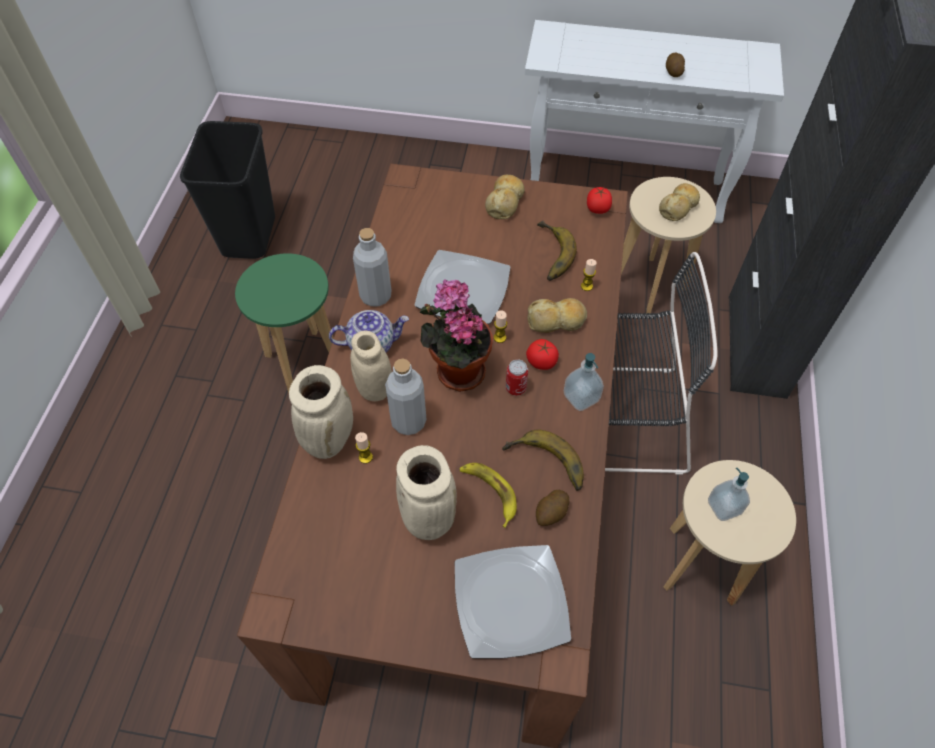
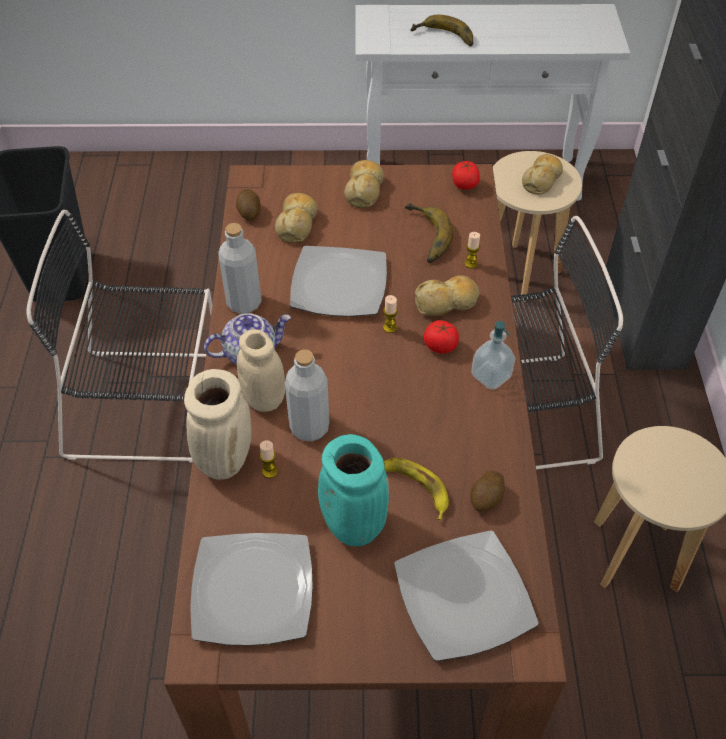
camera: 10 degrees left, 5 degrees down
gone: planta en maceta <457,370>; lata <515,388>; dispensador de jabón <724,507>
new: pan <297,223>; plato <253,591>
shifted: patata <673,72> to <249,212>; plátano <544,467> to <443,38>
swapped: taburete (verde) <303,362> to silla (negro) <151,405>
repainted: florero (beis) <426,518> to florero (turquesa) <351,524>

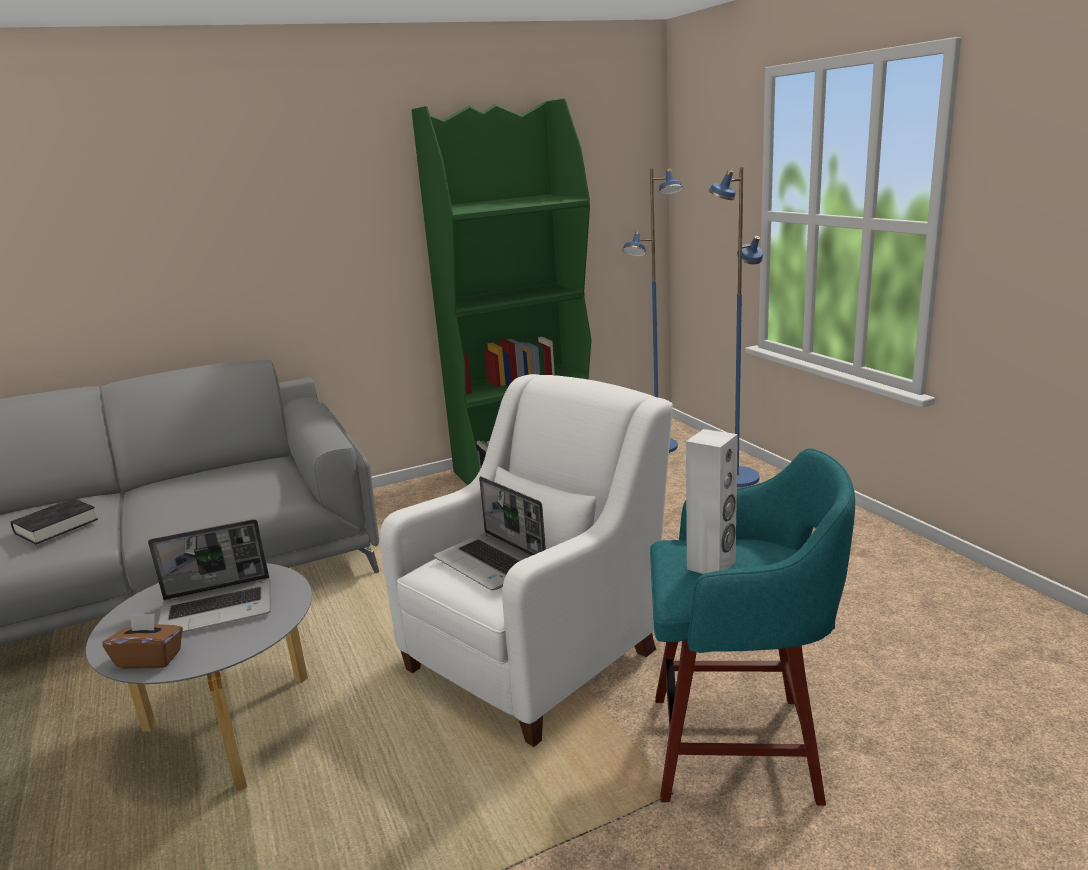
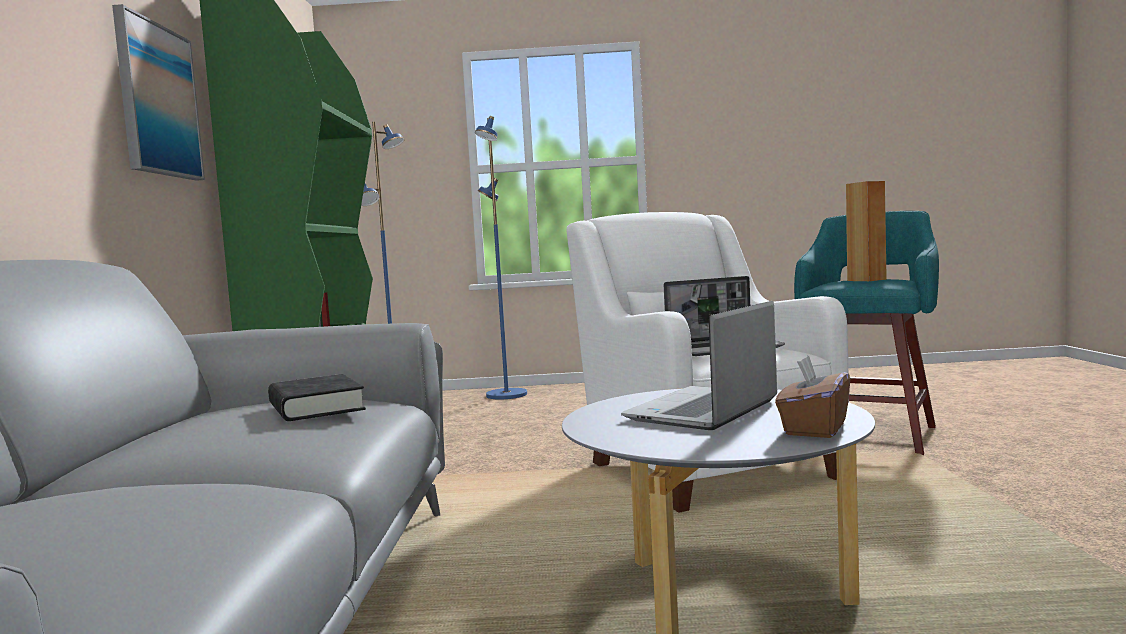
camera: 65 degrees left, 15 degrees down
new: cuadro <157,100>
shifted: libro (negro) <56,526> to <316,407>
repainted: altavoz (blanco) <712,565> to altavoz (marrón) <867,280>
rotated: portátil <218,608> = <703,411> 150 degrees counterclockwise

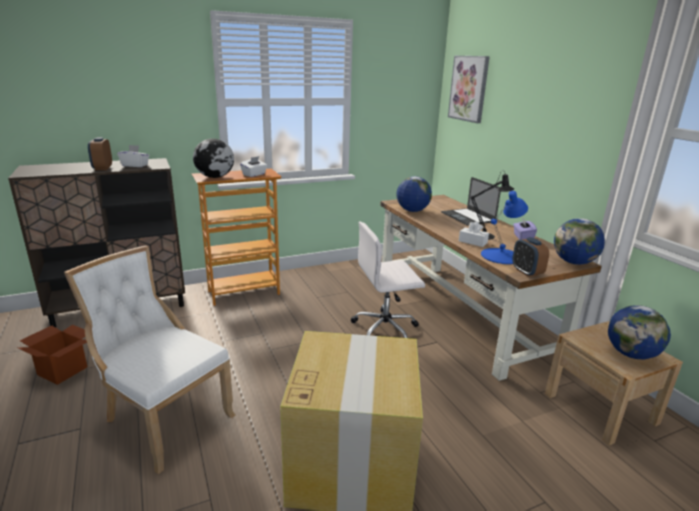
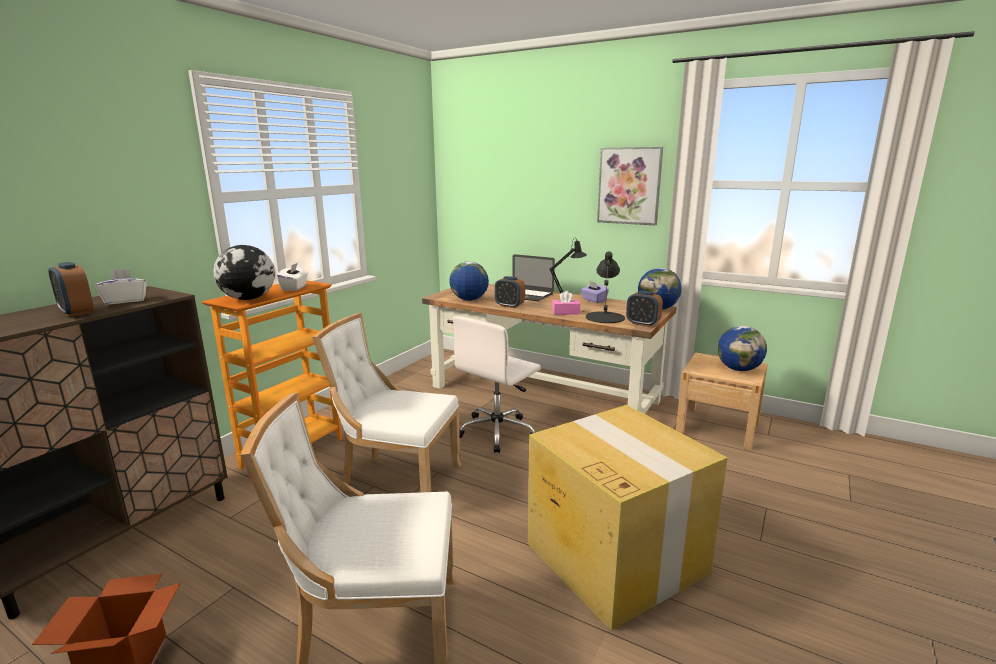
camera: 35 degrees left, 5 degrees down
new: despertador <509,306>; silla (blanco) <397,480>
shifted: cuadro <468,88> to <629,186>
repainted: lámpara de mesa (azul) <501,256> to lámpara de mesa (negro) <605,317>; caja de pañuelos (blanco) <472,242> to caja de pañuelos (rosa) <566,312>

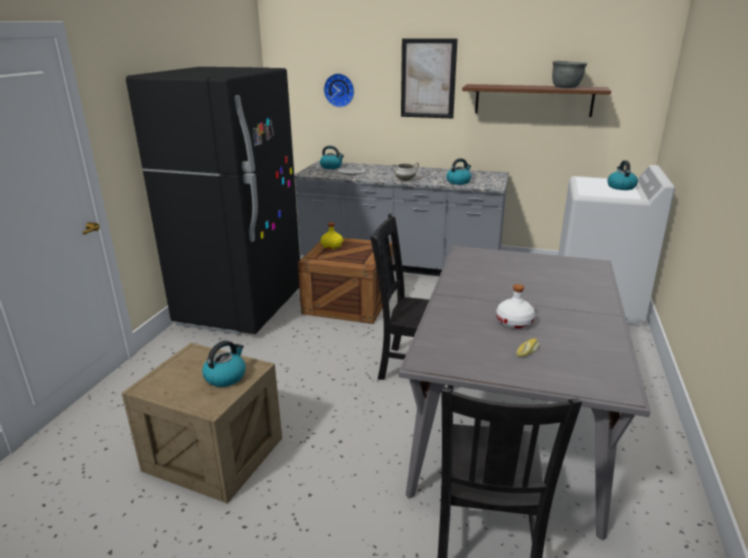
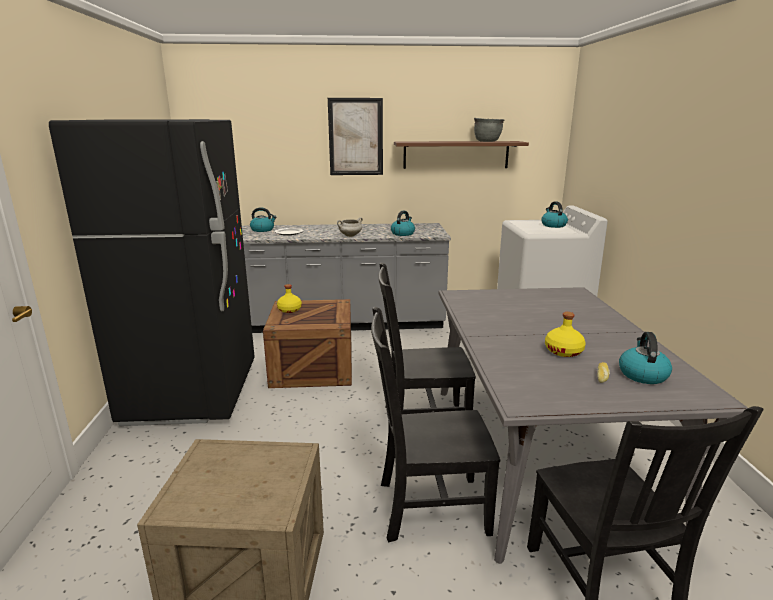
camera: 20 degrees left, 5 degrees down
gone: reloj de pared <339,90>
new: silla (negro) <428,507>
shifted: hervidor <226,376> to <642,374>
repainted: botella (blanco) <514,322> to botella (amarillo) <563,351>

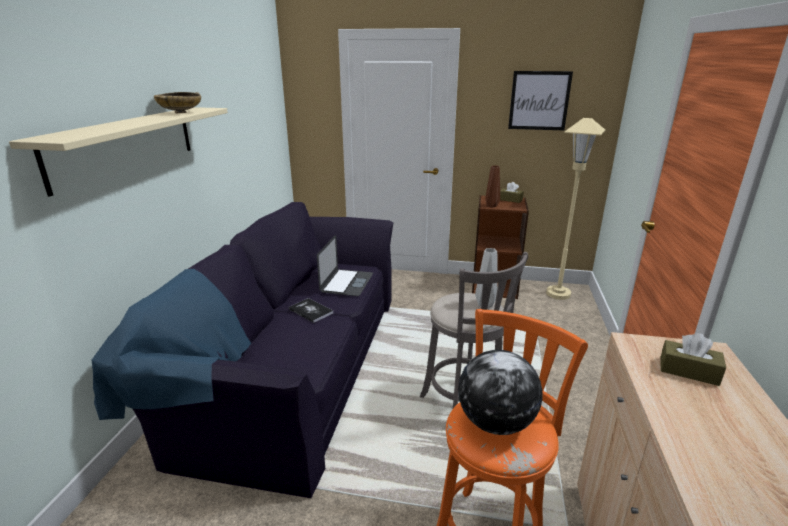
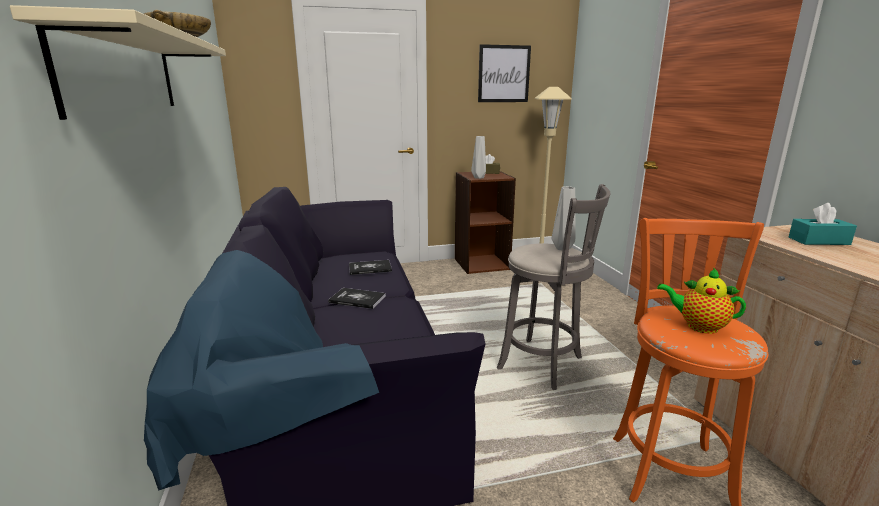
camera: 25 degrees left, 5 degrees down
swapped: portátil <346,282> to libro <370,268>; globo terráqueo <496,423> to tetera <698,326>
repainted: florero (marrón) <492,206> to florero (gris) <479,178>; caja de pañuelos (marrón) <688,371> to caja de pañuelos (turquesa) <818,241>

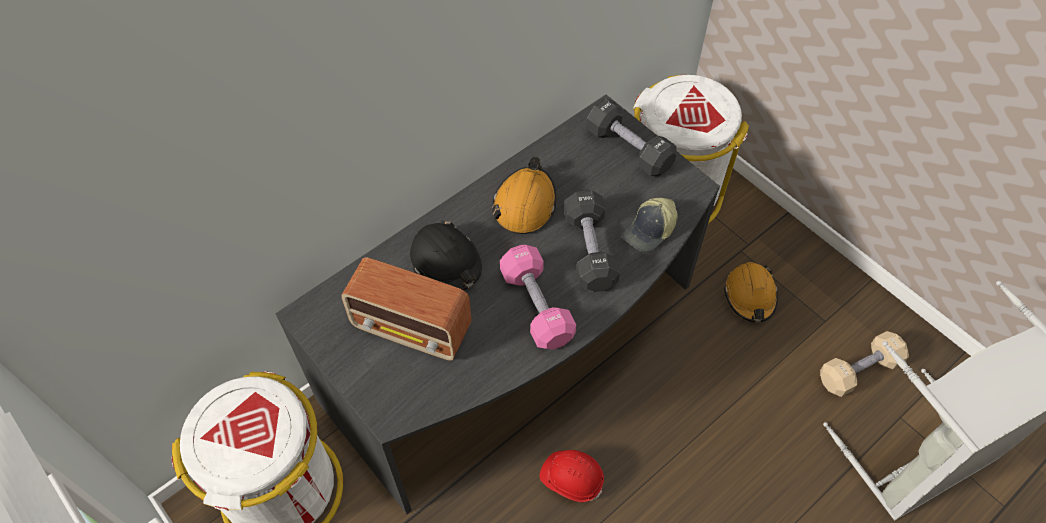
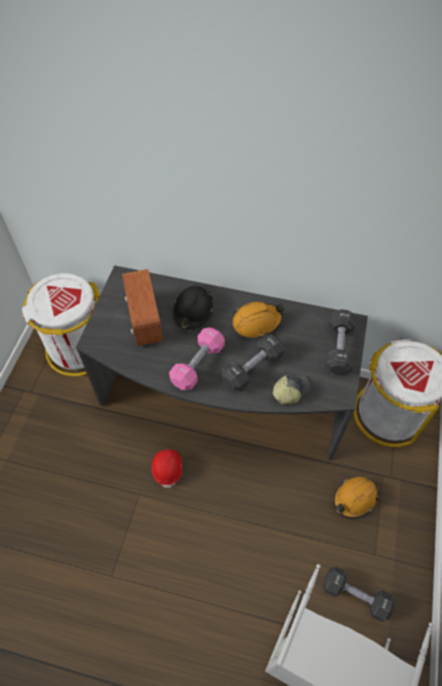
camera: 55 degrees right, 0 degrees up
repainted: mancuerna (beis) <859,370> to mancuerna (negro) <355,595>
rotated: gorra <650,231> = <290,390> 135 degrees clockwise

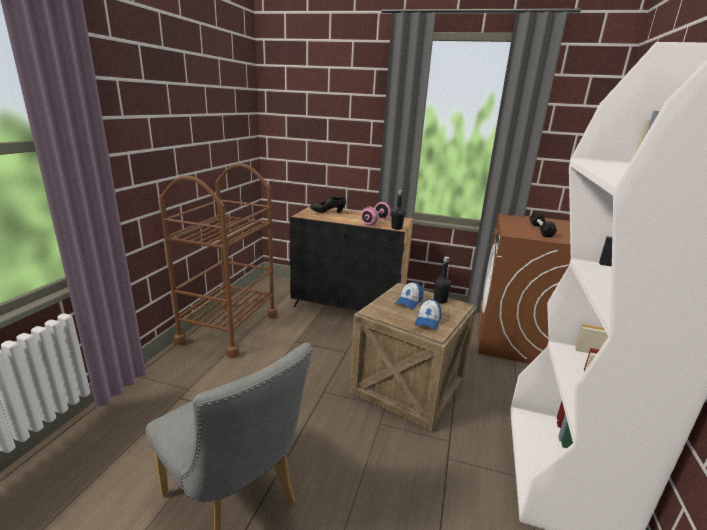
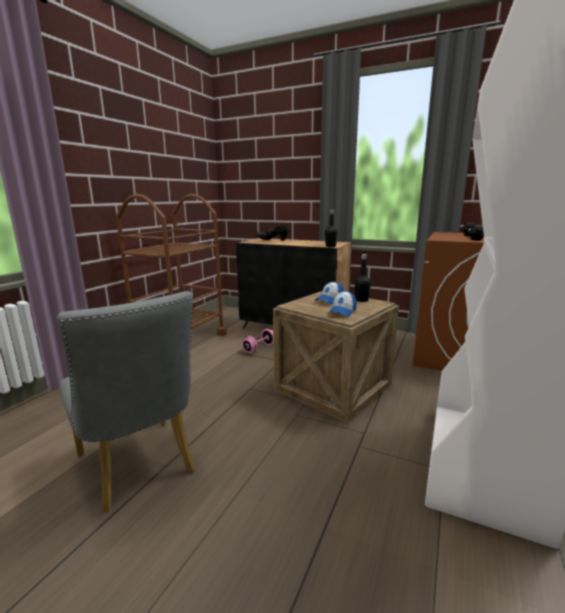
camera: 10 degrees right, 5 degrees down
shifted: mancuerna (rosa) <375,222> to <259,348>

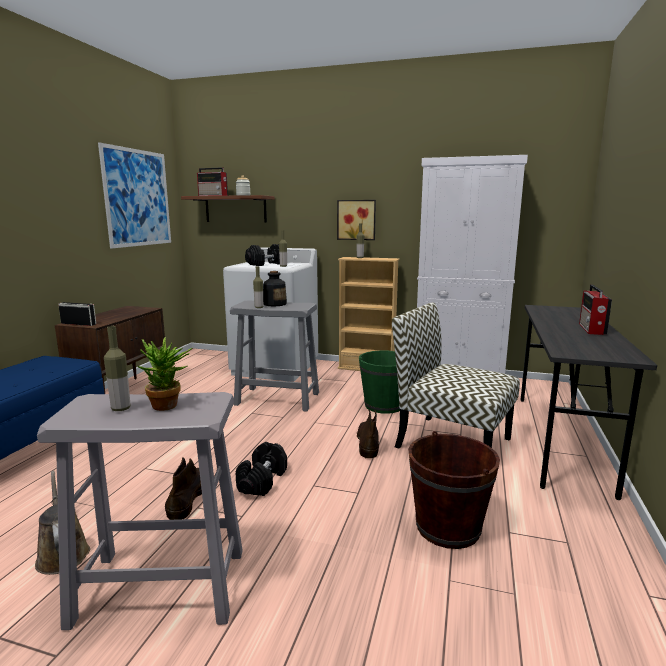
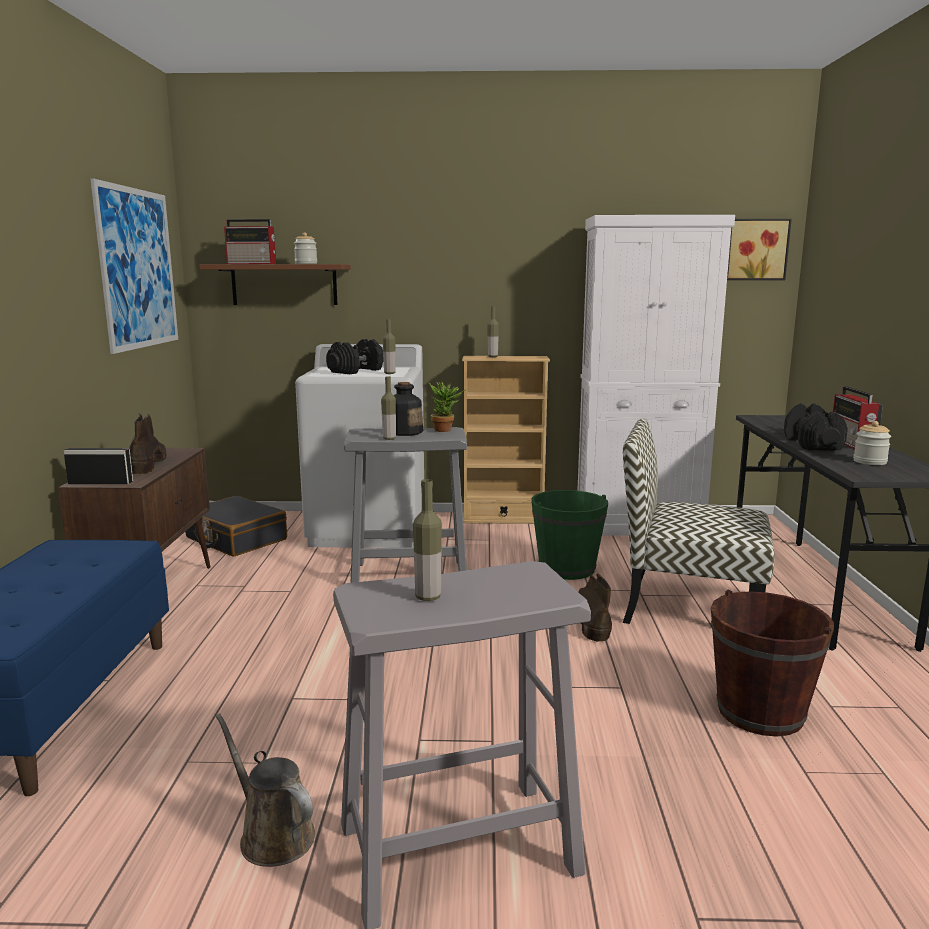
camera: 15 degrees left, 0 degrees up
new: tarro <869,462>; maleta (negro) <235,539>
shifted: cuadro <356,220> to <756,249>; planta en maceta <169,407> to <446,430>; mancuerna (negro) <262,480> to <812,444>; bota (marrón) <190,496> to <147,464>

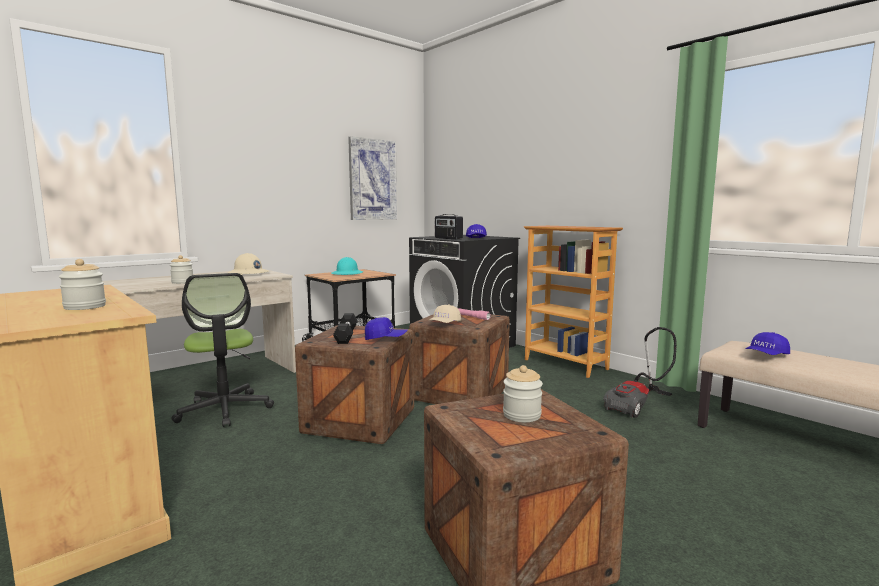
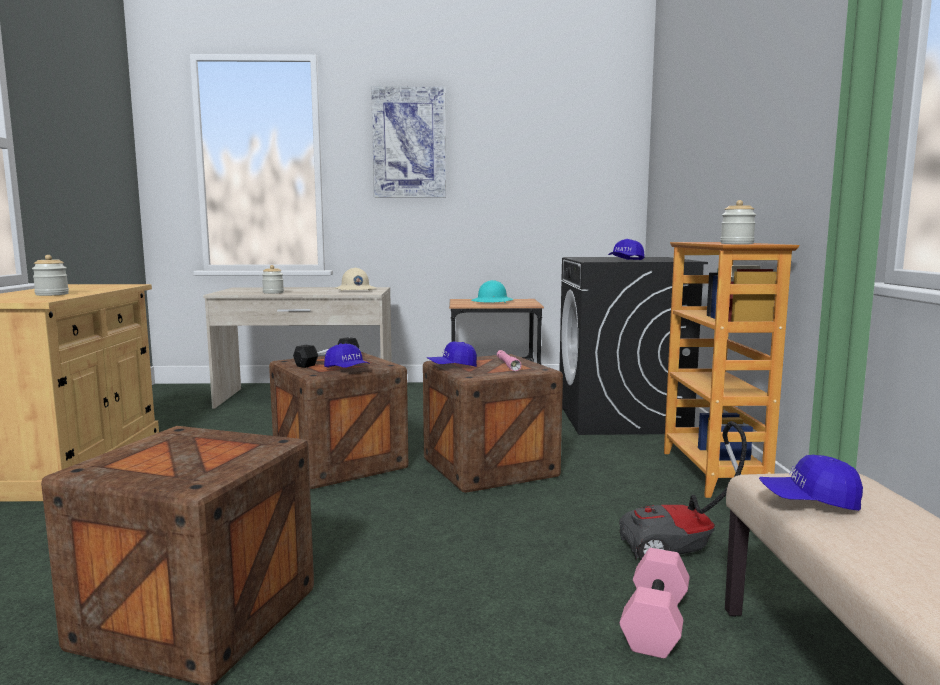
camera: 40 degrees right, 0 degrees up
gone: radio <448,238>; silla de oficina <224,410>
new: mancuerna (rosa) <657,623>
shifted: cuadro <372,180> to <409,143>; tarro <521,415> to <736,244>
repainted: gorra (beis) <444,324> to gorra (azul) <452,367>

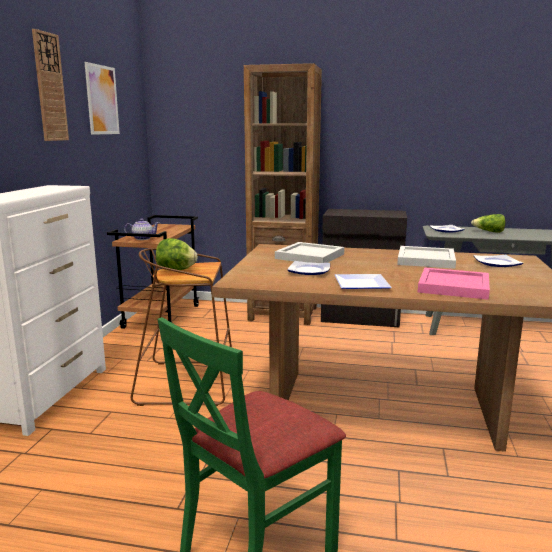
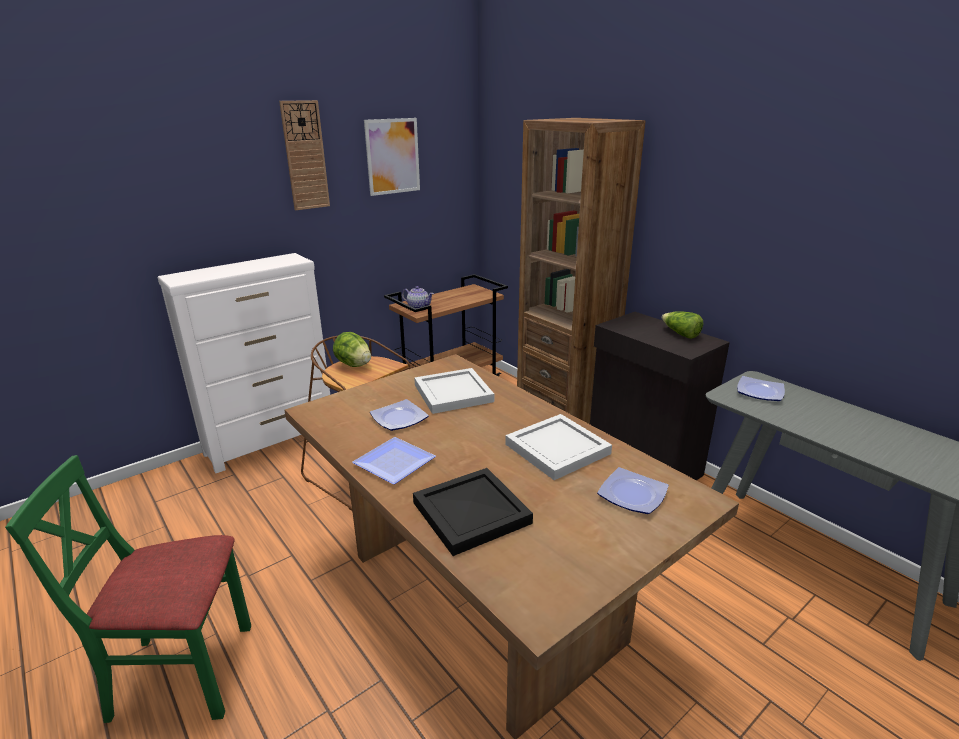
camera: 40 degrees right, 10 degrees up
shifted: lechuga <489,232> to <680,334>
repainted: bandeja (rosa) <452,287> to bandeja (negro) <469,512>

